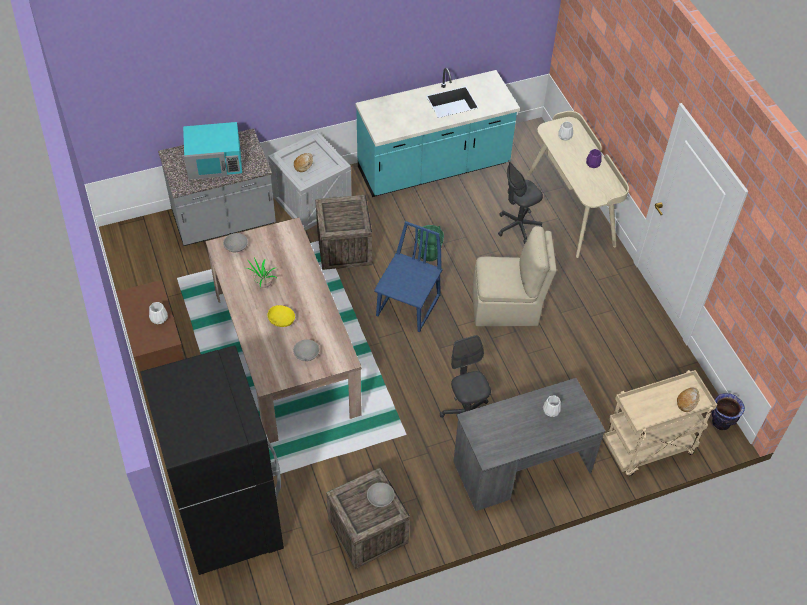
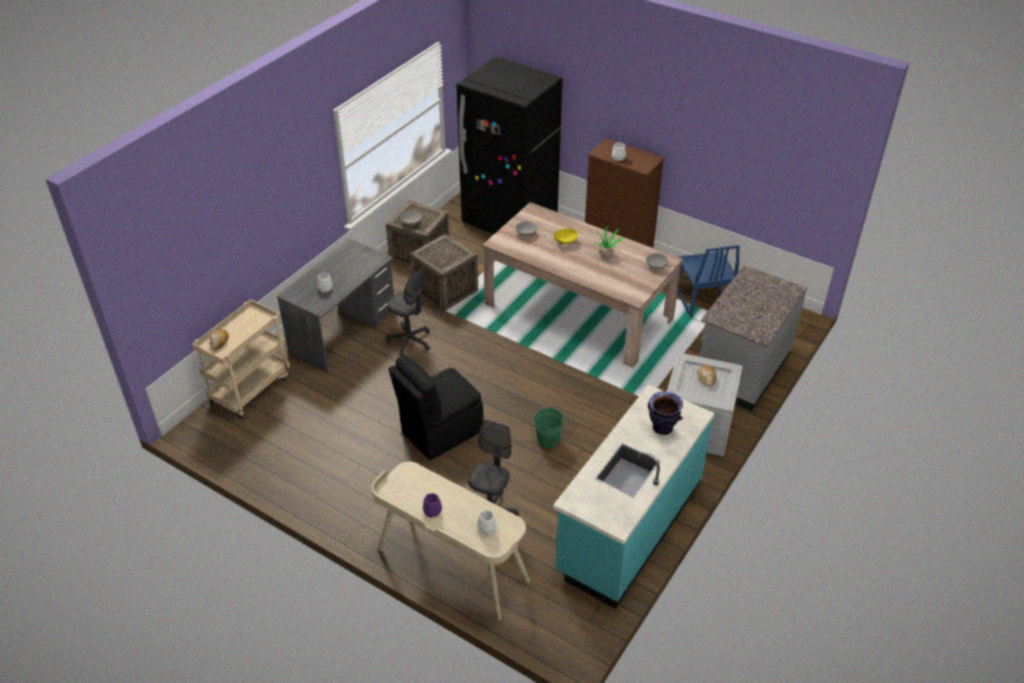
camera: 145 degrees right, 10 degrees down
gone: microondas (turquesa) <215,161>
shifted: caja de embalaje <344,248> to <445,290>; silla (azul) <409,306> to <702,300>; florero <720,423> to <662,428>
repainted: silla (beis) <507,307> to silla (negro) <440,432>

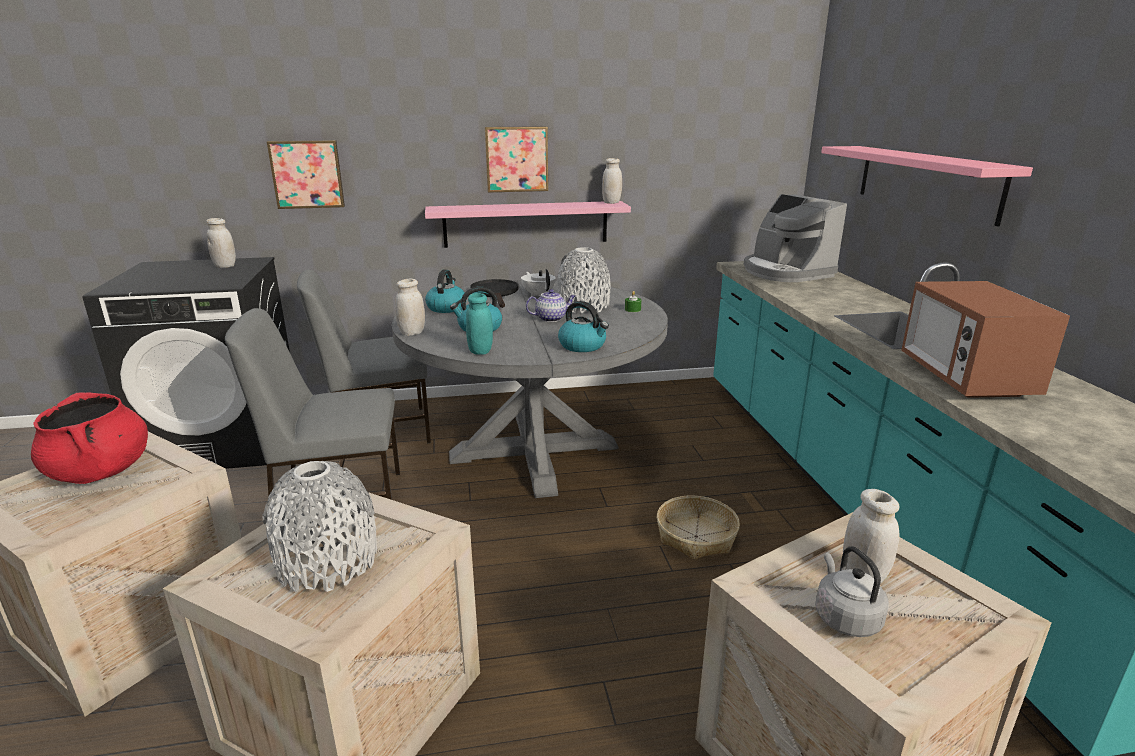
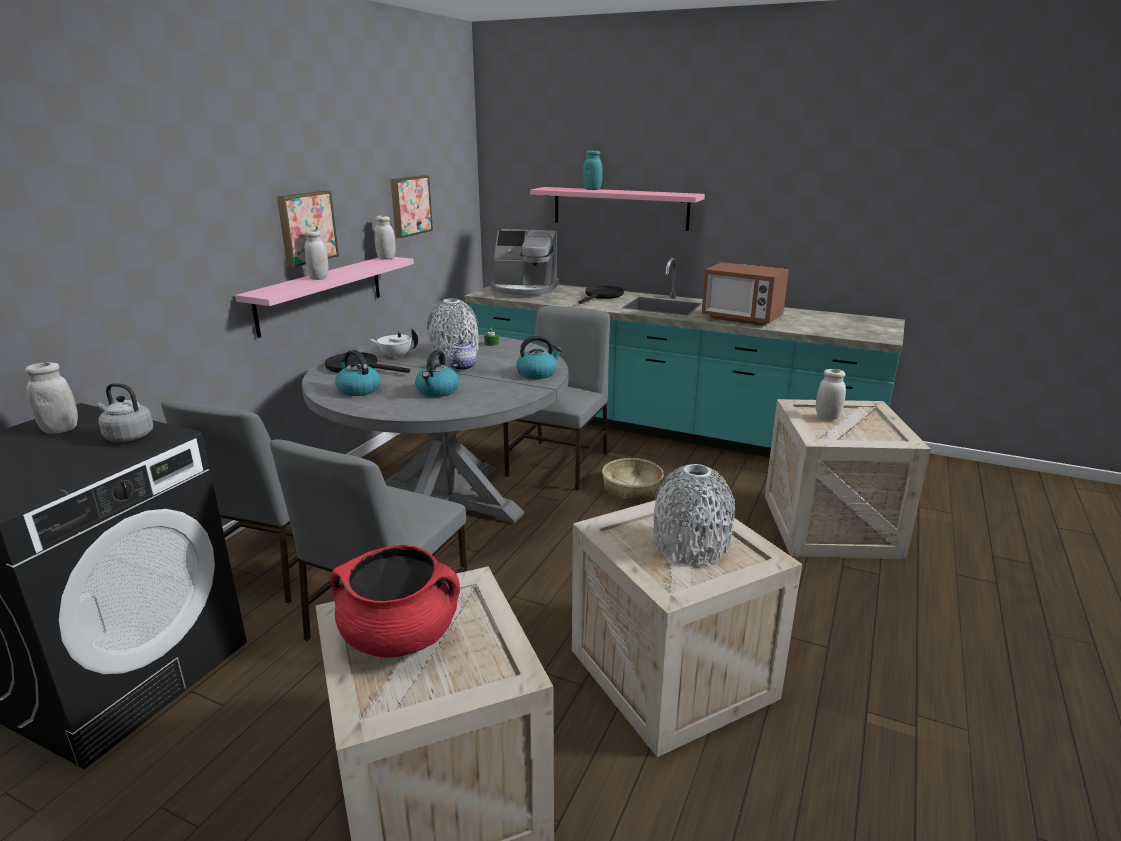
camera: 55 degrees left, 0 degrees up
new: sartén (negro) <601,296>; silla (gris) <559,464>
shifted: cuadro <307,174> to <409,205>; tarro (blanco) <412,333> to <319,278>; tarro (turquesa) <480,351> to <592,189>; hervidor (gris) <845,617> to <127,436>

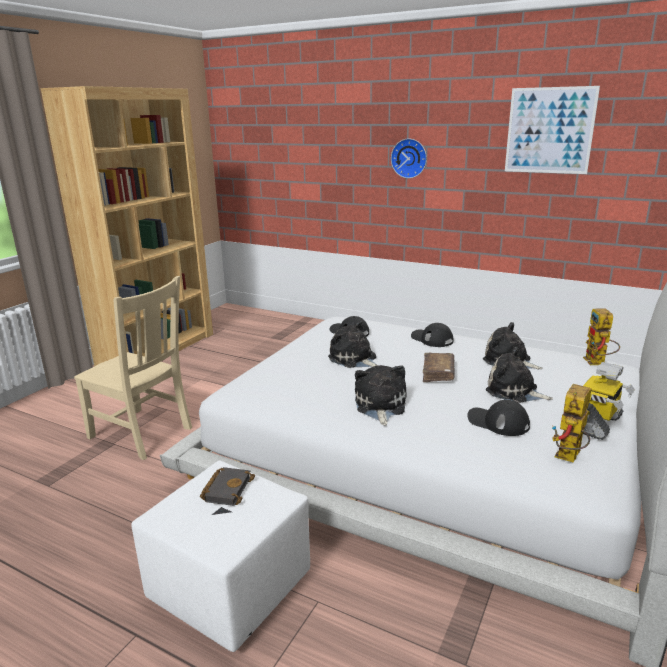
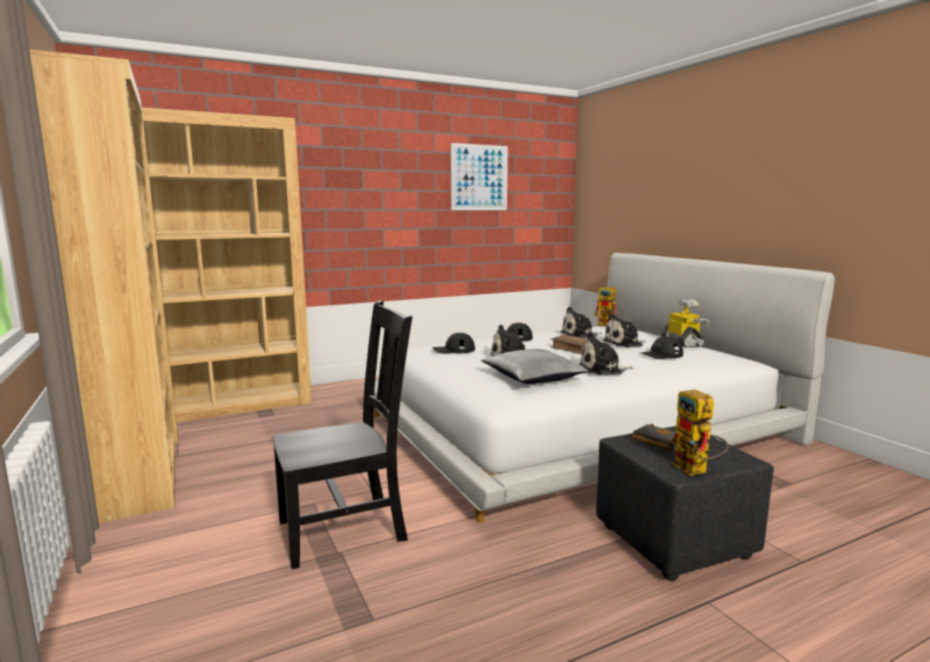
camera: 55 degrees left, 10 degrees down
gone: reloj de pared <409,158>
new: estantería (marrón) <241,404>; cojín (gris) <533,378>
shifted: robot de juguete <569,458> to <696,471>
repainted: silla (beis) <142,434> to silla (negro) <346,529>; puf (blanco) <230,588> to puf (negro) <672,541>
rotated: peluche <380,406> = <603,370> 45 degrees counterclockwise

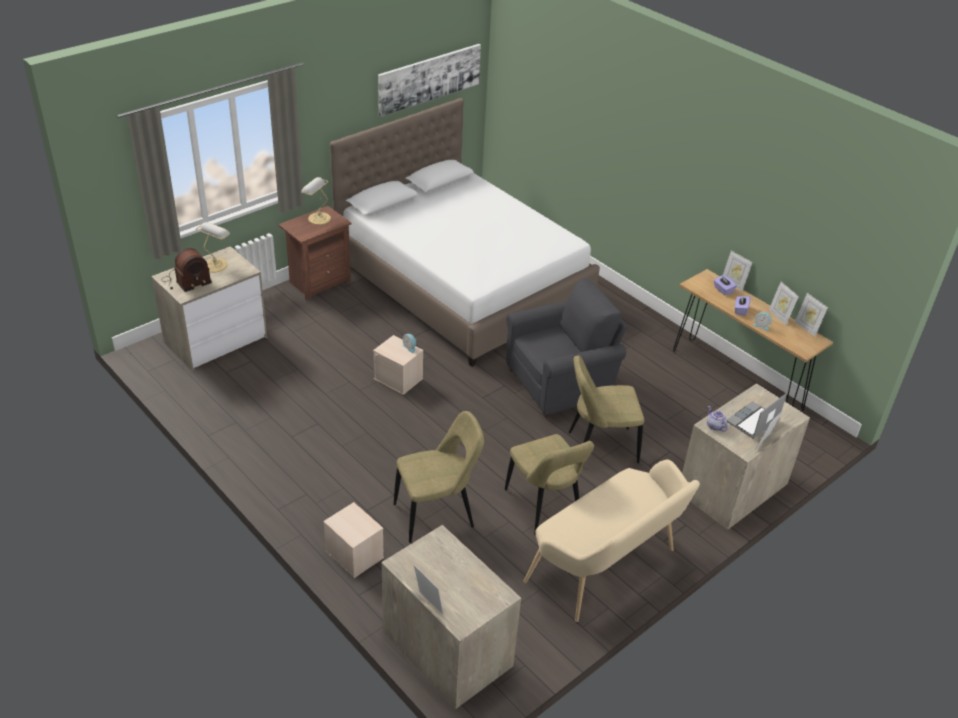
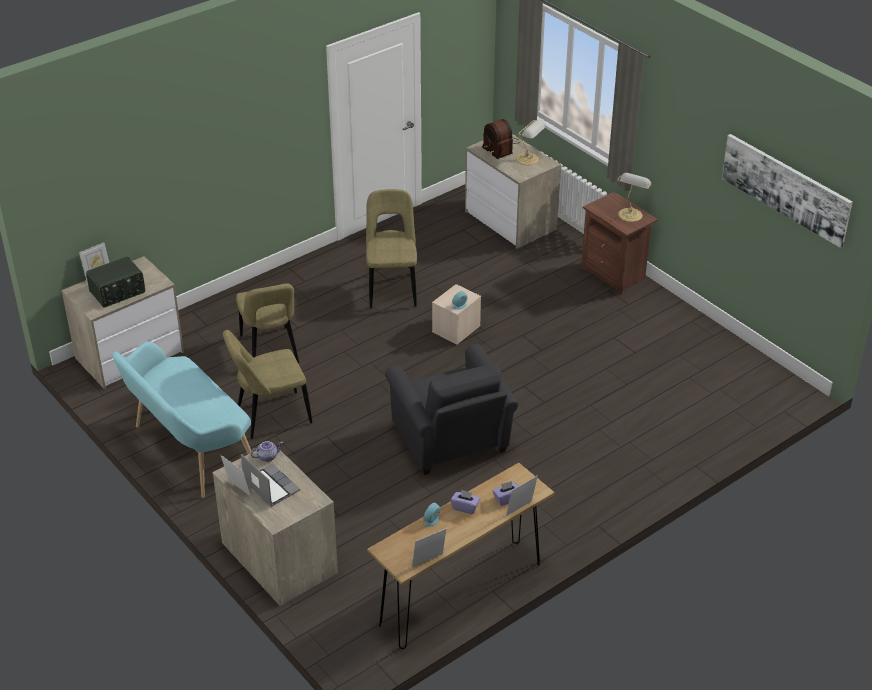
camera: 95 degrees right, 0 degrees up
gone: cama (blanco) <462,282>; portarretratos <779,316>; caja de almacenaje (beis) <353,554>
new: radio <118,292>
shifted: silla (beis) <599,447> to <392,288>
repainted: banco (beis) <606,569> to banco (turquesa) <189,450>

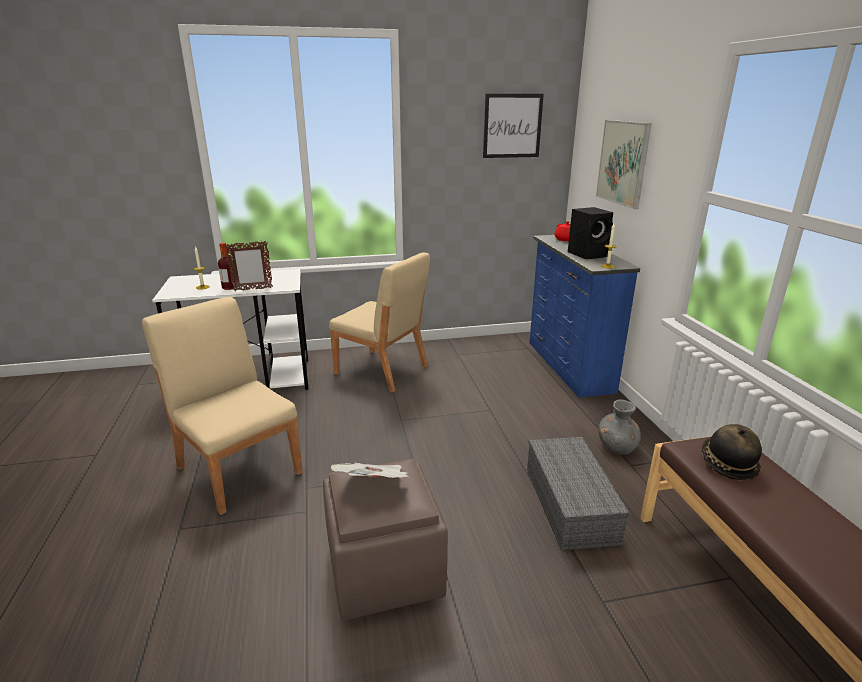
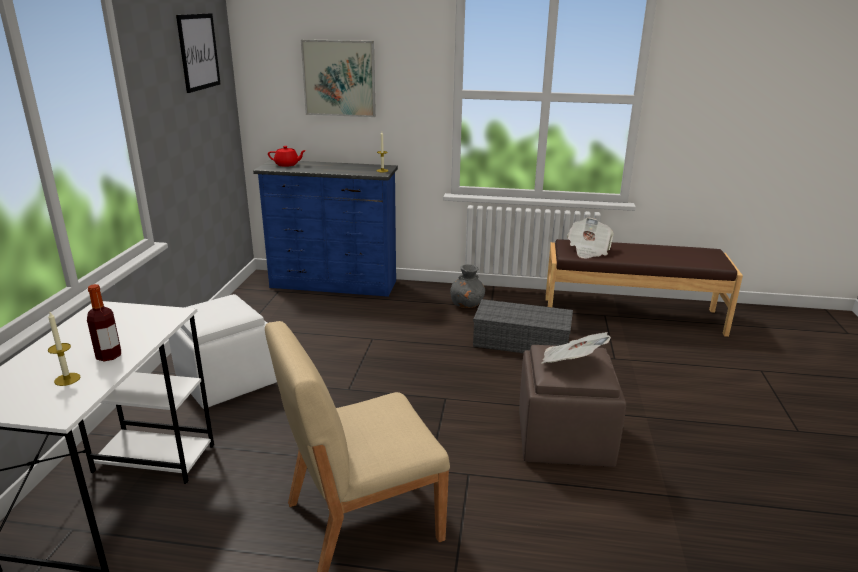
camera: 70 degrees left, 0 degrees up
gone: altavoz (negro) <588,254>; portarretratos <253,289>
swapped: silla (beis) <382,370> to puf (blanco) <227,381>; sombrero <727,464> to periódico <588,250>

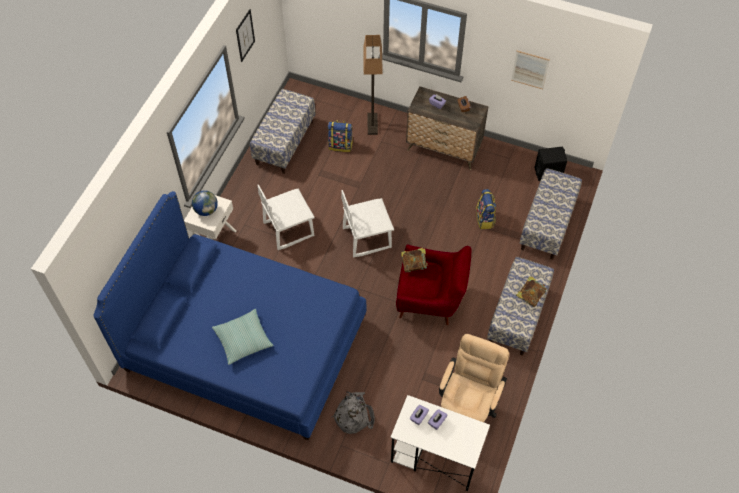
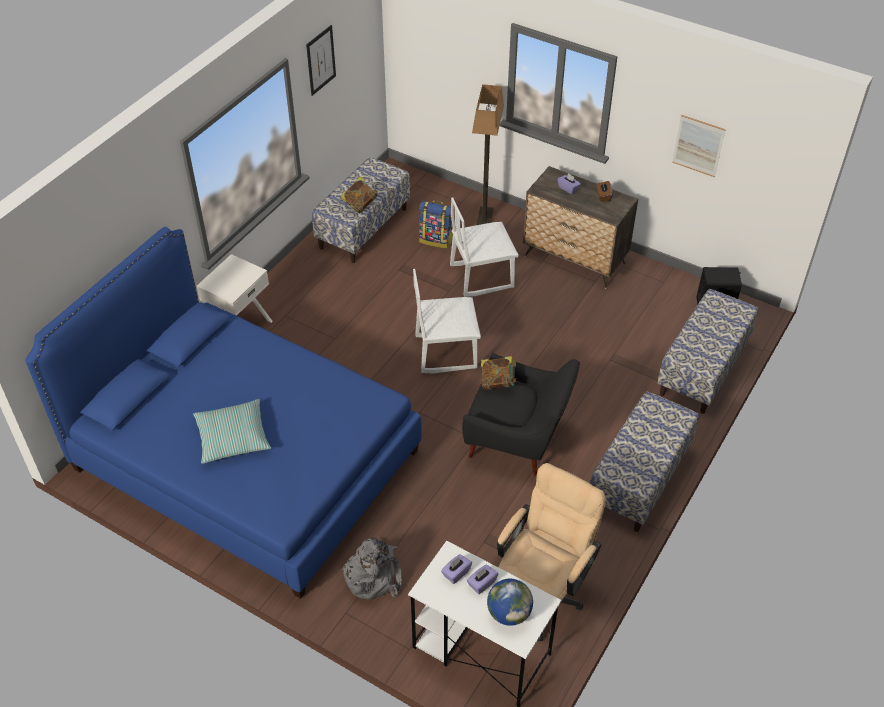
camera: 10 degrees right, 10 degrees down
gone: mochila <485,219>
shifted: silla (blanco) <288,229> to <481,276>; globo terráqueo <206,210> to <509,613>; libro <530,296> to <360,205>
repainted: sillón (rojo) <430,300> to sillón (negro) <518,441>

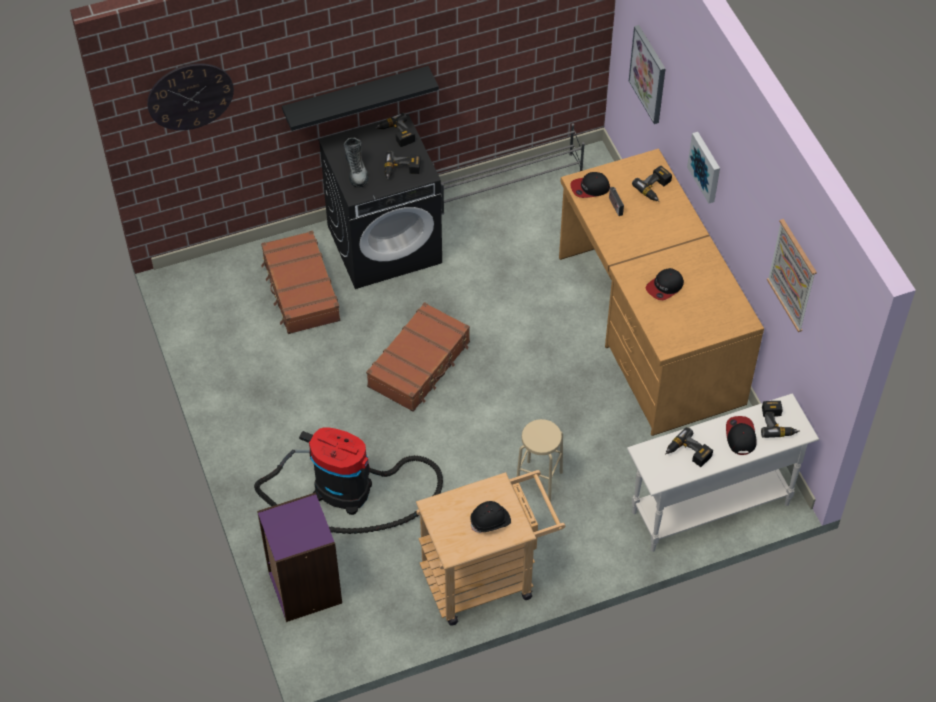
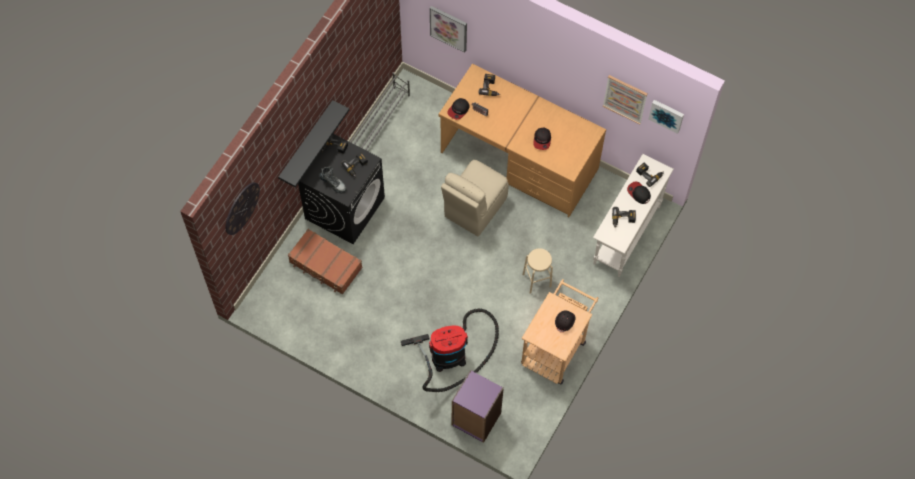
camera: 40 degrees left, 10 degrees up
gone: maleta (marrón) <420,364>
new: silla (beis) <474,208>
shifted: cuadro <706,166> to <666,115>

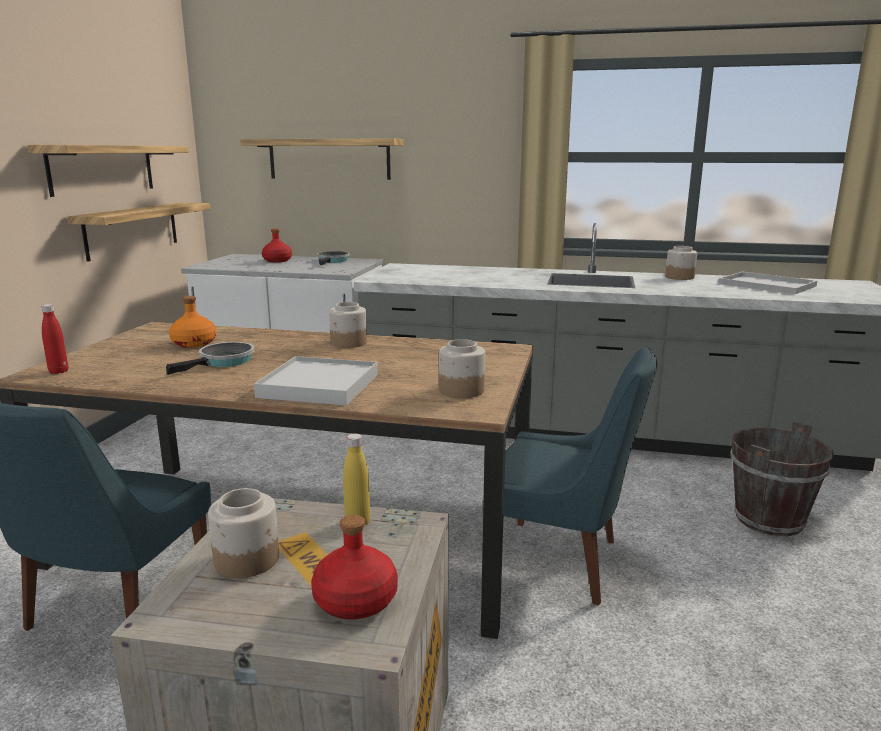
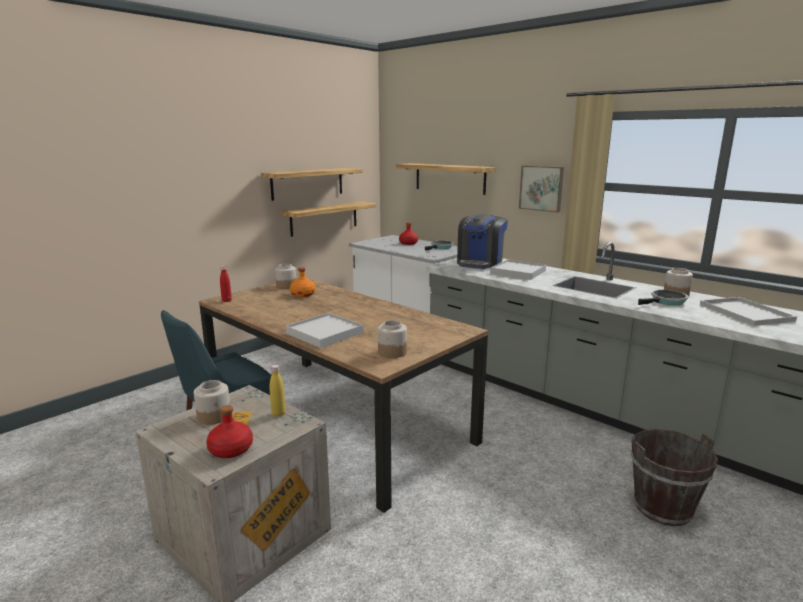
camera: 30 degrees right, 0 degrees up
gone: silla (azul) <561,562>
new: cuadro <541,188>; cafetera <480,263>; bandeja (blanco) <518,272>
shifted: tarro <348,343> to <286,286>; sartén <223,362> to <666,302>

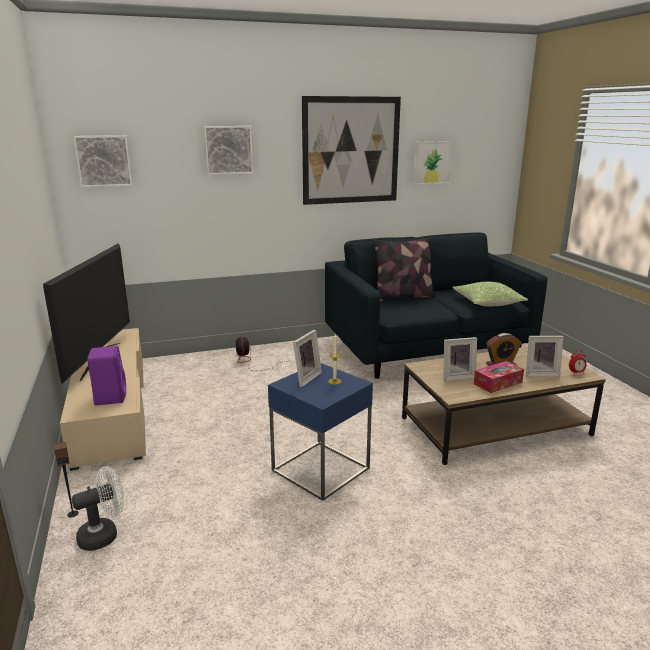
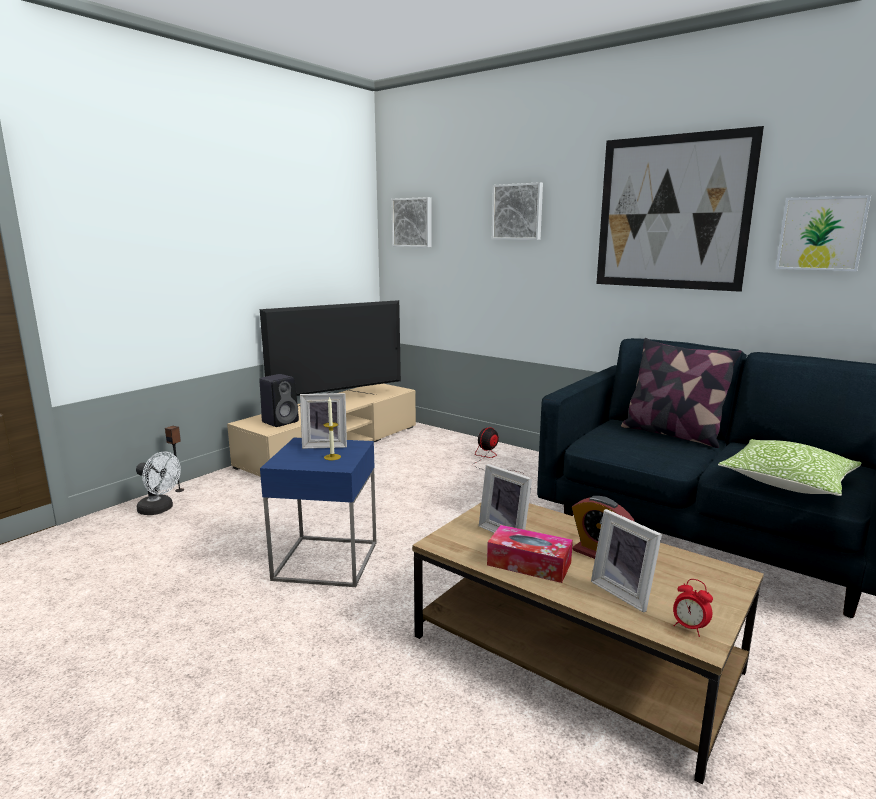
camera: 55 degrees right, 5 degrees down
repainted: altavoz (morado) <110,397> to altavoz (negro) <281,421>

